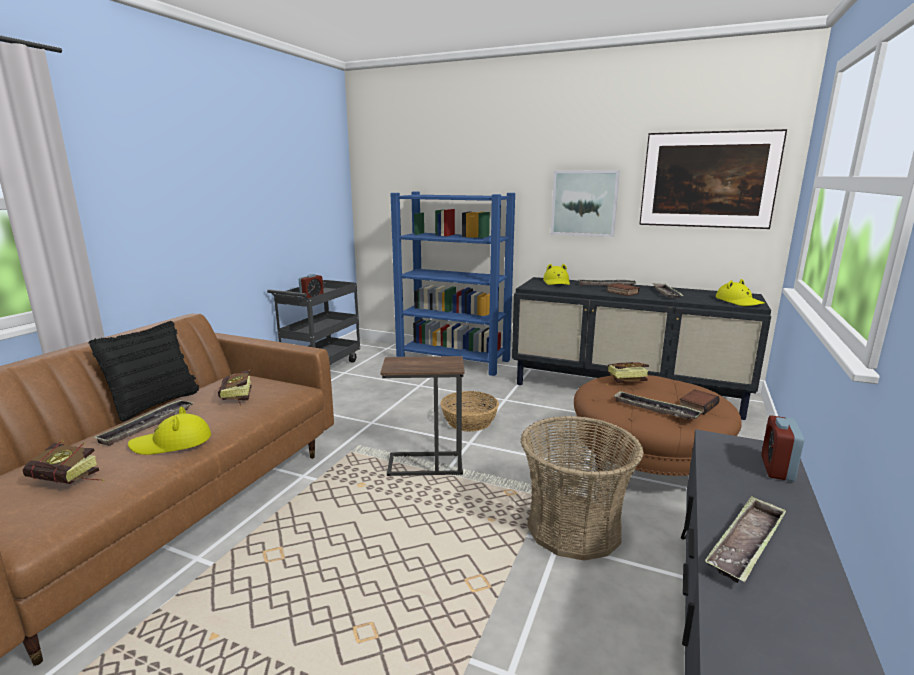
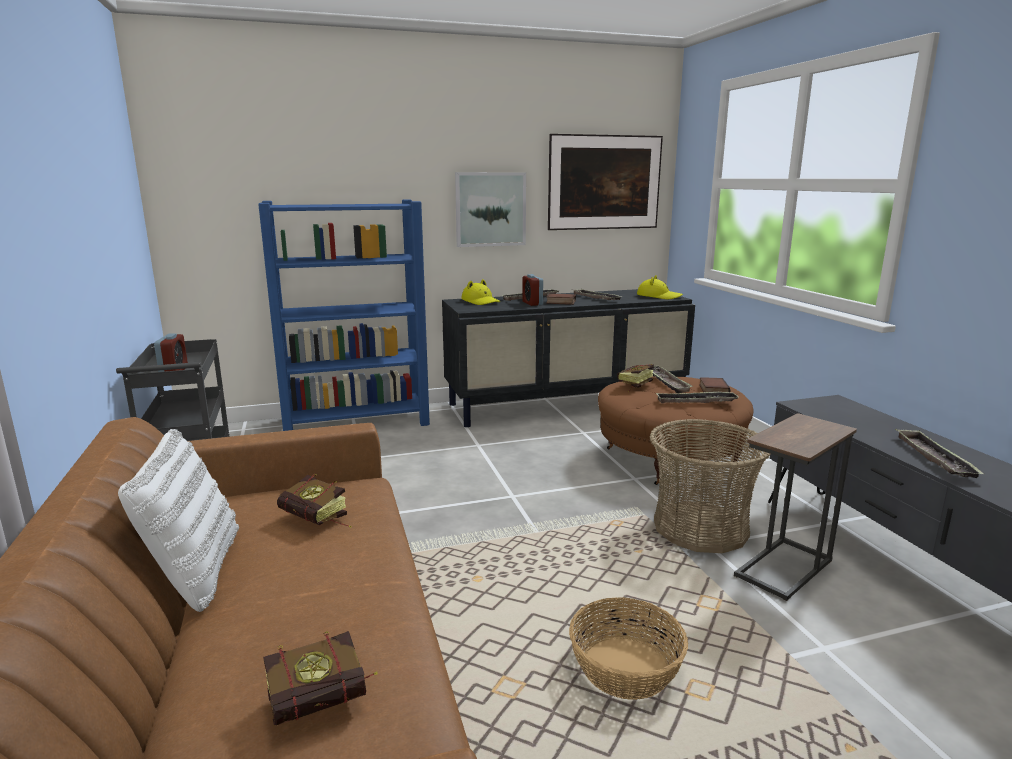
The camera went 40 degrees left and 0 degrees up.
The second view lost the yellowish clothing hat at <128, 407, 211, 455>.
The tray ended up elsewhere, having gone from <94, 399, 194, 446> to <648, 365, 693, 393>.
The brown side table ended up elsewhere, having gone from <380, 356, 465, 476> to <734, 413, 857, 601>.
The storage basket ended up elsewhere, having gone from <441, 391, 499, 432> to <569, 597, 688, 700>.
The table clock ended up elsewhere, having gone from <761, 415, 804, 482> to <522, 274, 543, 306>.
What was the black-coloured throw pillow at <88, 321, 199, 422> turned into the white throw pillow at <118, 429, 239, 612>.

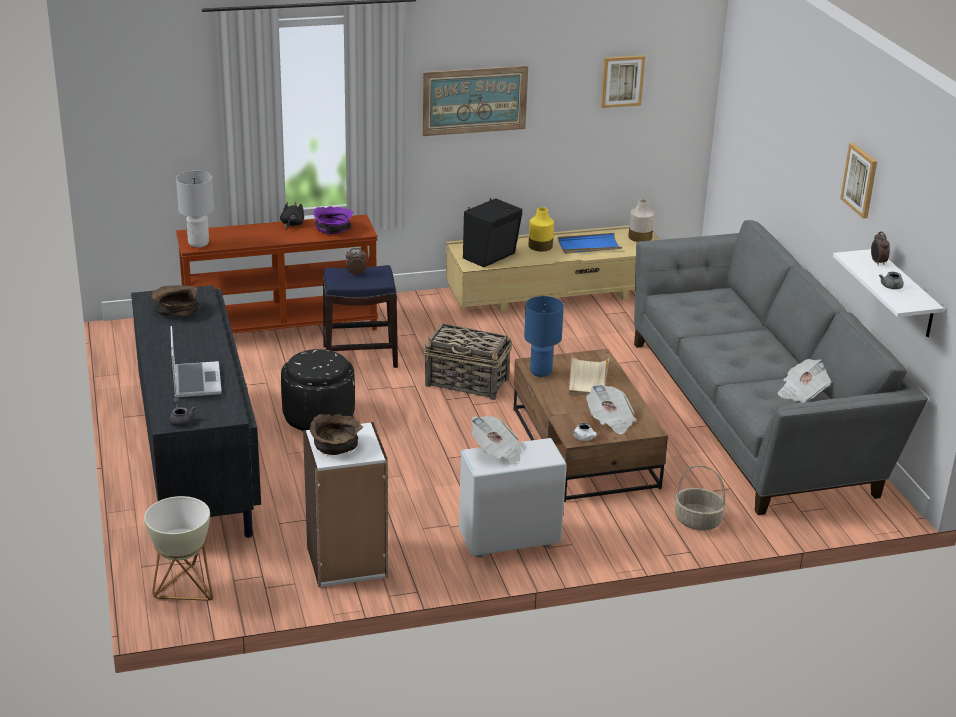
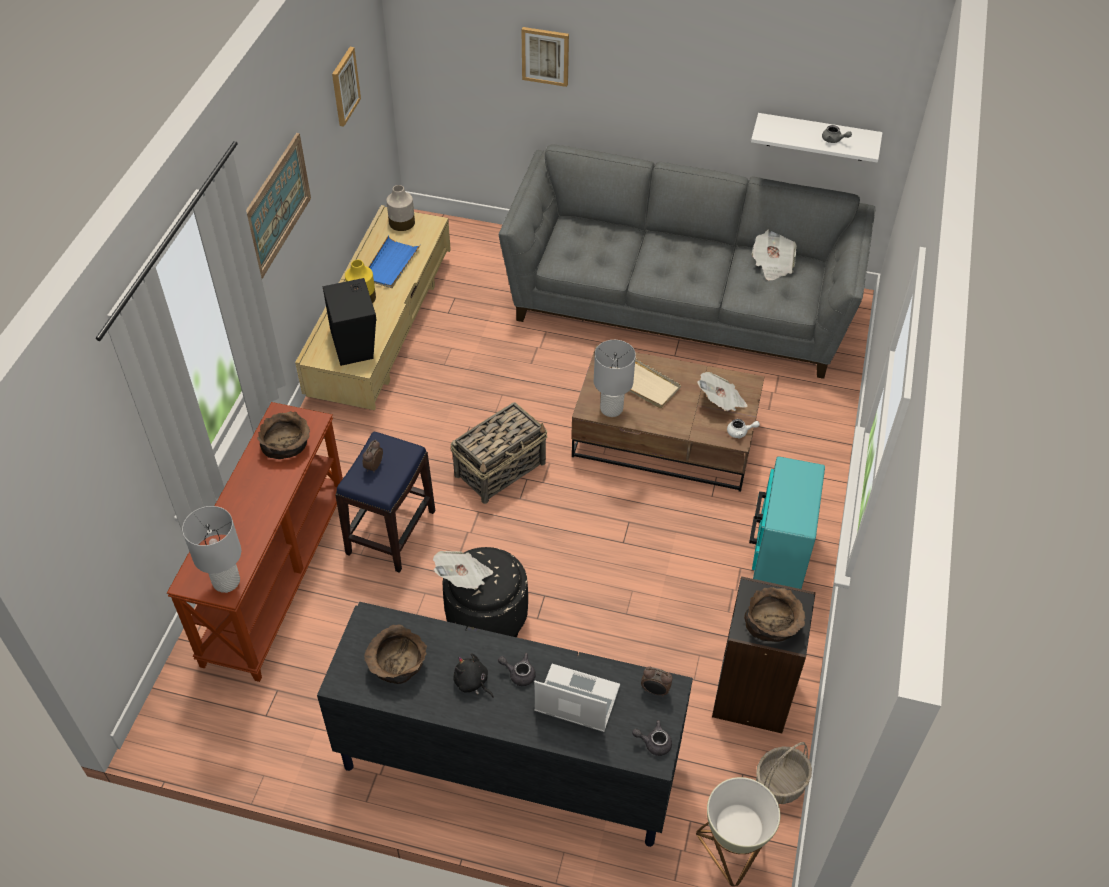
The camera went 60 degrees left and 20 degrees up.
The second view gained the greyish teapot at <498, 653, 536, 686>.
The black-coloured plush toy ended up elsewhere, having gone from <280, 202, 304, 231> to <454, 653, 494, 698>.
The printed paper ended up elsewhere, having gone from <471, 416, 523, 464> to <433, 551, 493, 589>.
The storage basket ended up elsewhere, having gone from <675, 465, 726, 531> to <756, 742, 812, 804>.
The wall picture ended up elsewhere, having gone from <840, 143, 877, 219> to <521, 27, 569, 87>.
The table clock ended up elsewhere, having gone from <871, 231, 890, 266> to <641, 667, 673, 697>.
What was the white bookcase at <303, 422, 388, 587> turned into the black-coloured bookcase at <712, 576, 816, 733>.
What was the purple serving bowl at <313, 206, 354, 234> turned into the brown serving bowl at <258, 411, 310, 459>.
What was the white bedside table at <459, 438, 567, 558> turned into the blue-green bedside table at <749, 456, 825, 589>.
What was the blue-coloured lamp for a table at <524, 296, 564, 377> turned into the greyish lamp for a table at <594, 340, 636, 417>.

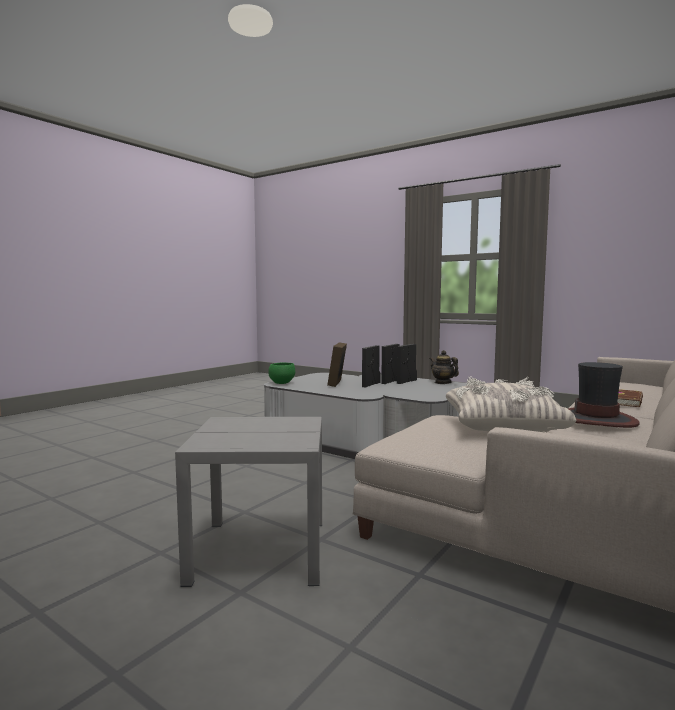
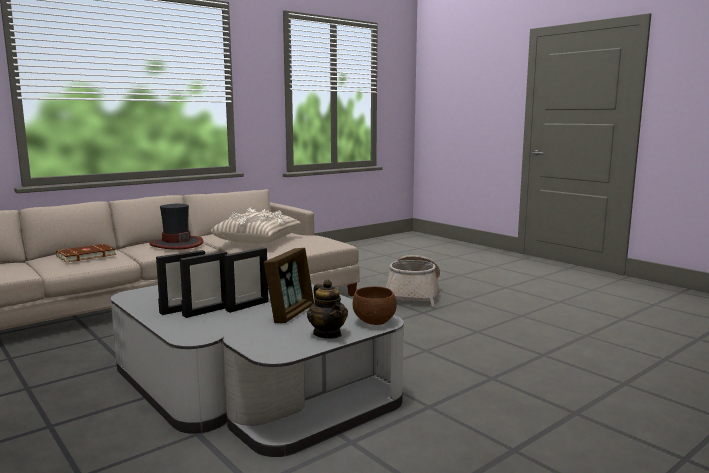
The camera went 165 degrees left and 5 degrees up.
The teapot ended up elsewhere, having gone from <430, 350, 459, 384> to <307, 279, 348, 339>.
Where the greyish side table stood at <175, 417, 322, 587>, the storage basket came to stand at <386, 255, 440, 307>.
What was the green serving bowl at <268, 362, 295, 384> turned into the brown serving bowl at <353, 286, 397, 325>.

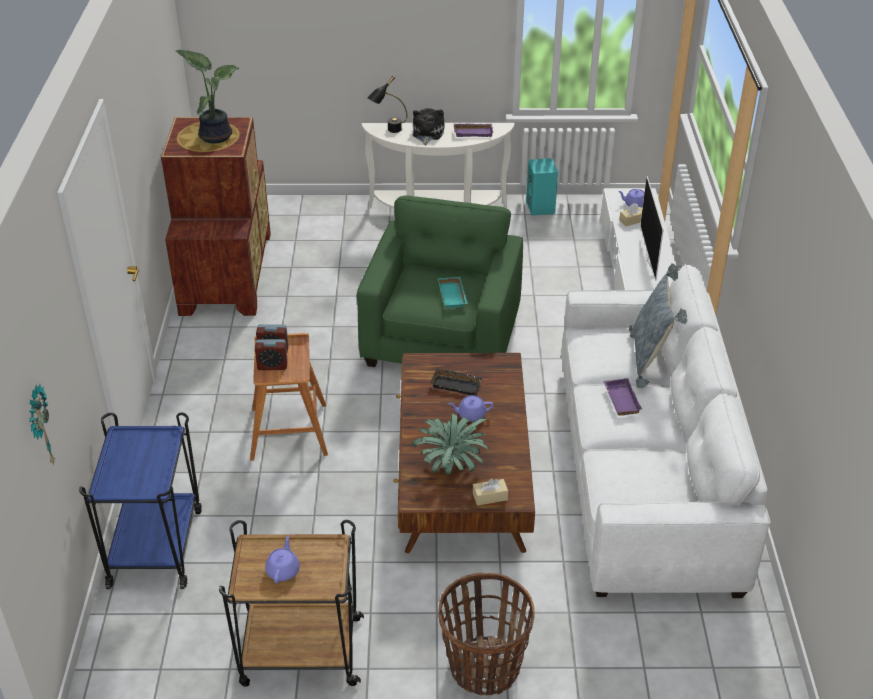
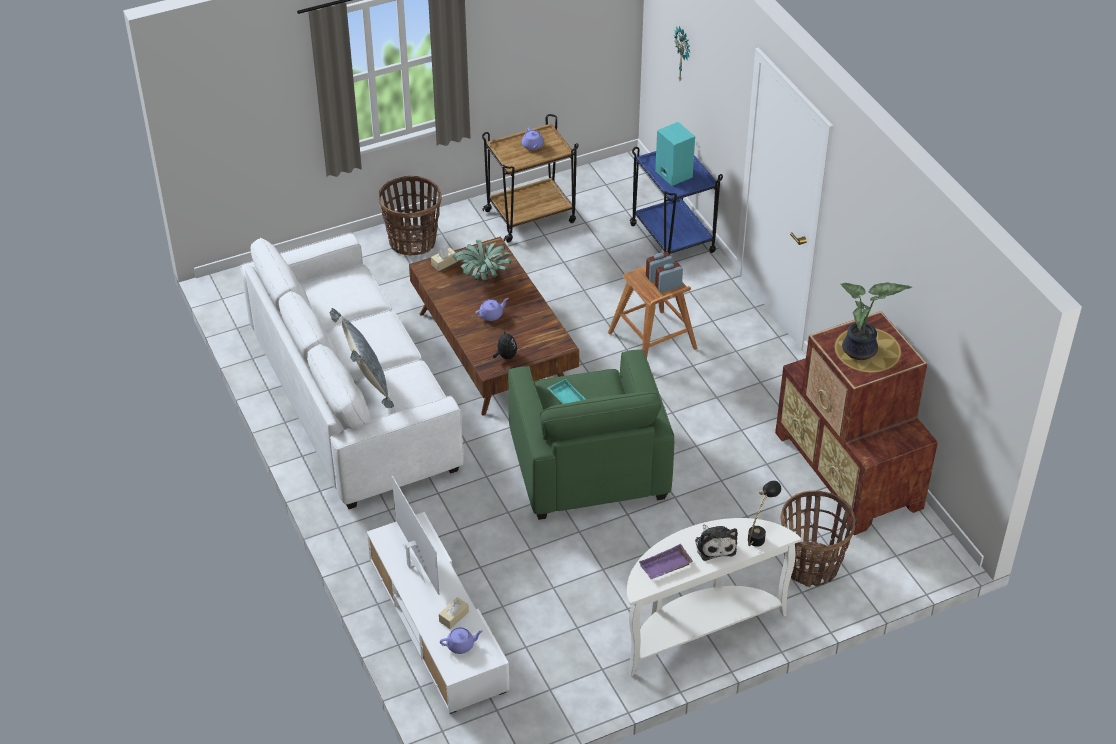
The camera went 155 degrees right and 5 degrees up.
The second view lost the black-coloured tray at <430, 368, 483, 396>.
The second view lost the purple tray at <603, 378, 642, 416>.
The second view gained the plush toy at <493, 328, 517, 359>.
The second view gained the storage basket at <781, 491, 856, 587>.
The blue-green loudspeaker ended up elsewhere, having gone from <526, 158, 558, 216> to <655, 122, 695, 186>.

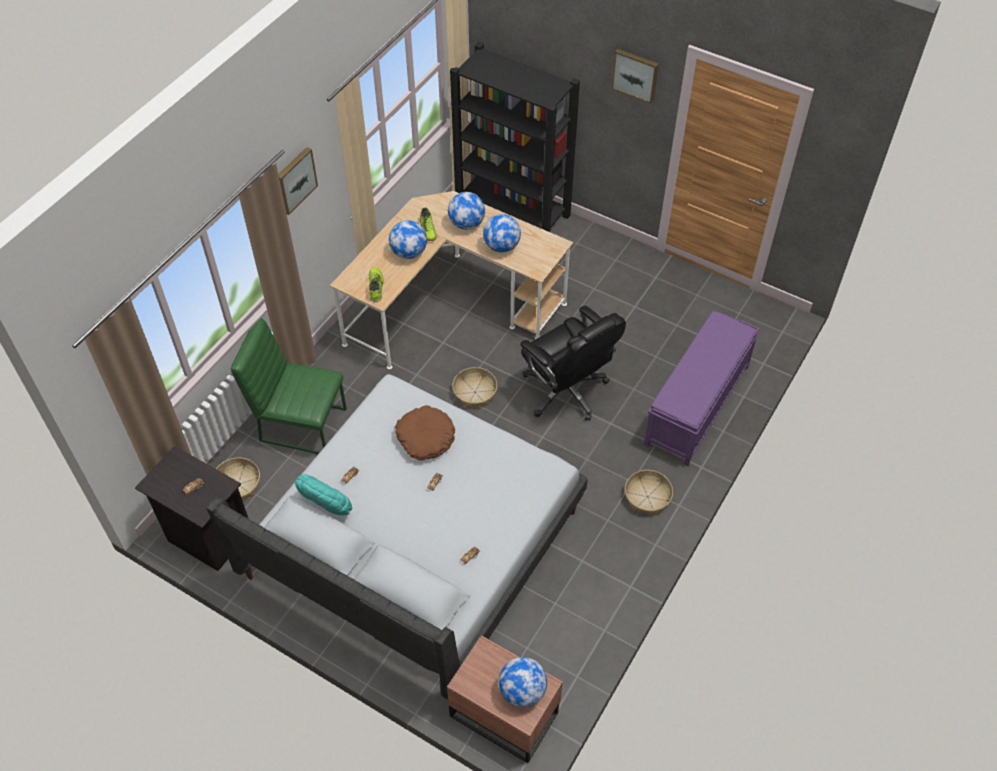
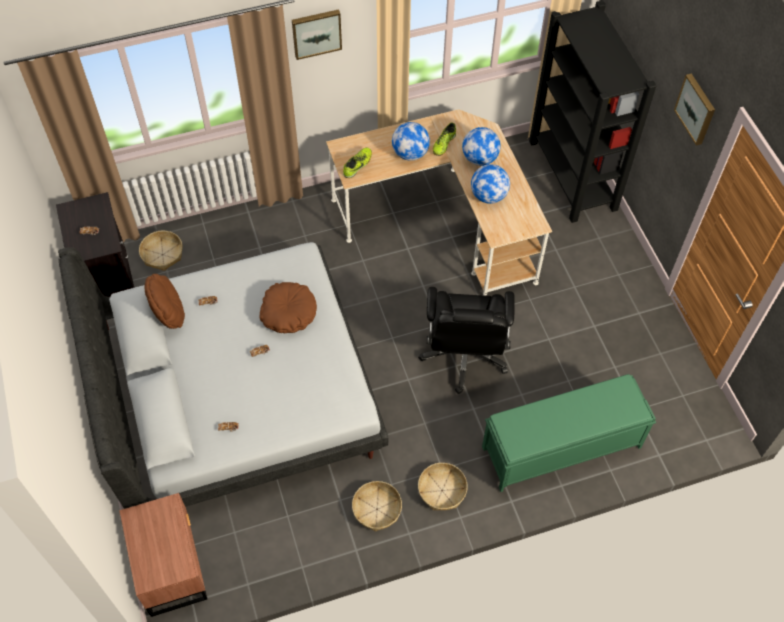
The camera went 40 degrees right and 5 degrees up.
The second view lost the green chair at <231, 318, 347, 454>.
The second view lost the world globe at <499, 657, 547, 707>.
The storage basket ended up elsewhere, having gone from <452, 367, 497, 408> to <352, 481, 402, 531>.
What was the blue-green throw pillow at <295, 474, 352, 515> turned into the brown throw pillow at <145, 274, 185, 329>.
What was the purple long seat at <644, 311, 760, 466> turned into the green long seat at <482, 374, 656, 492>.

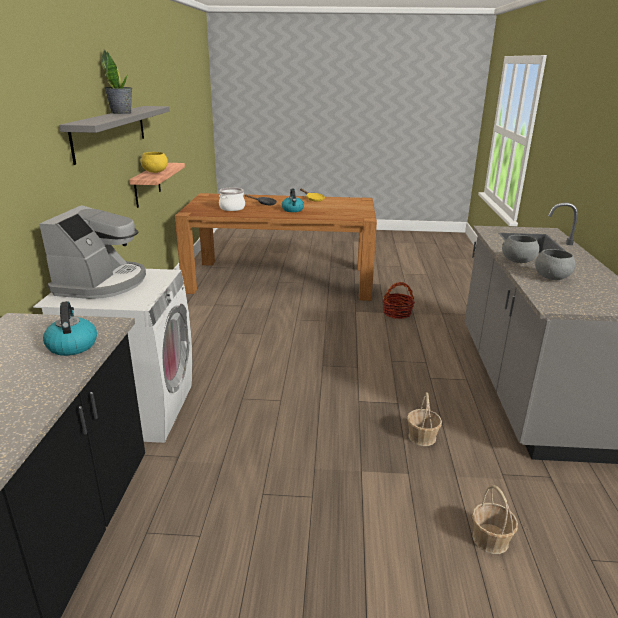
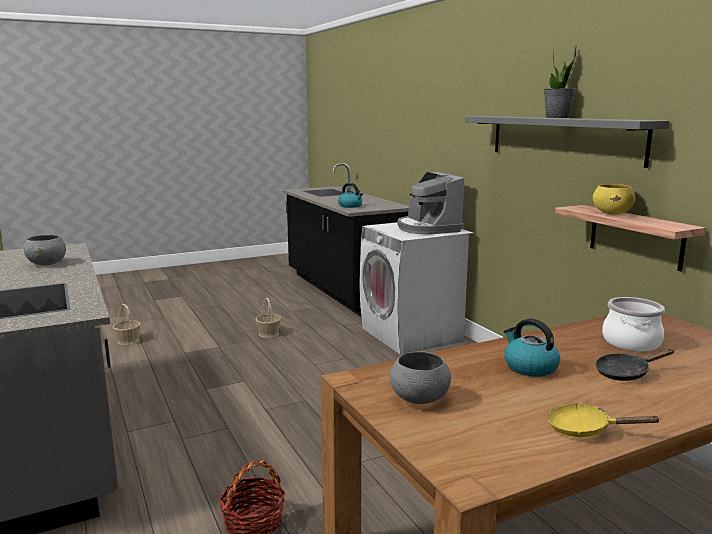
The camera went 150 degrees right and 10 degrees down.
The storage basket ended up elsewhere, having gone from <407, 392, 442, 446> to <256, 298, 281, 338>.
The greyish serving bowl ended up elsewhere, having gone from <502, 235, 539, 263> to <390, 351, 451, 404>.

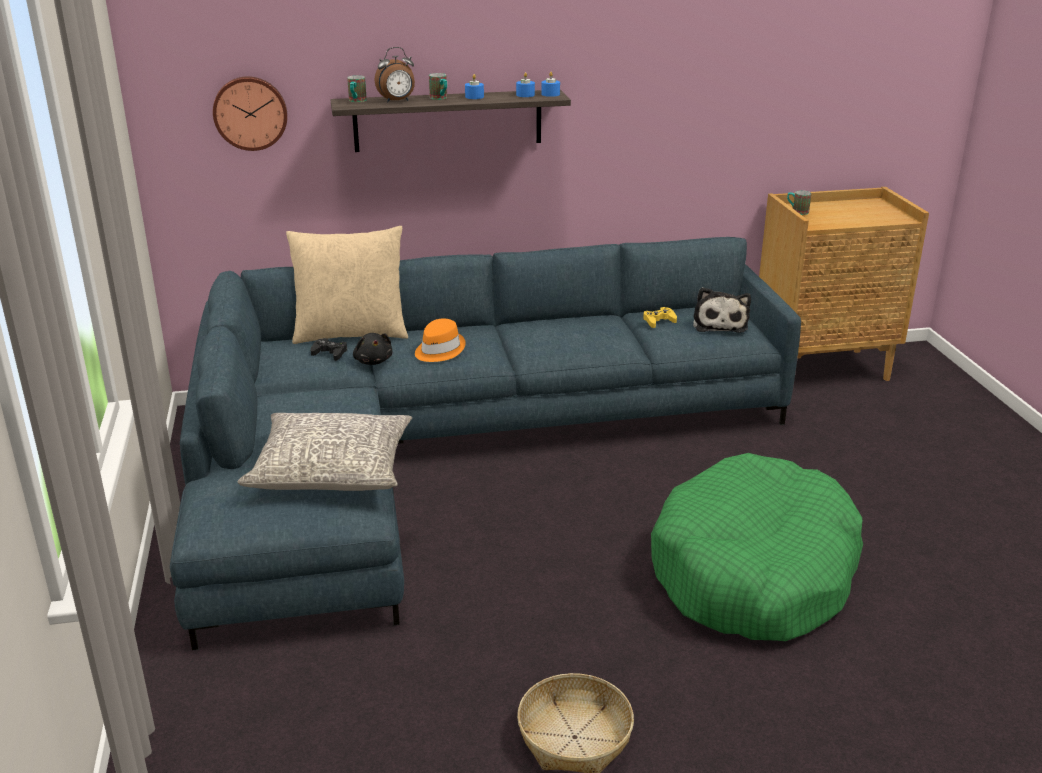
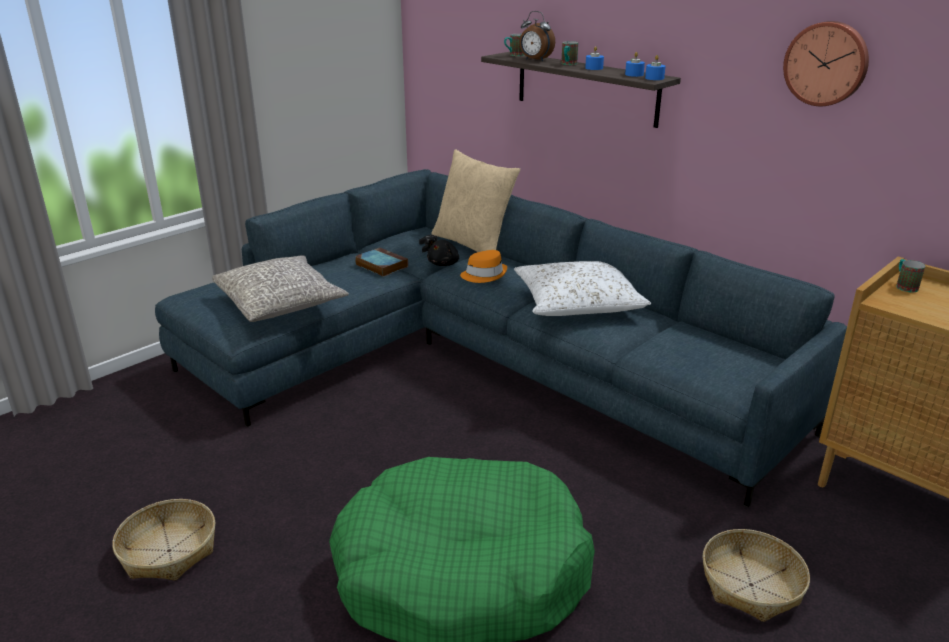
The camera went 55 degrees right and 0 degrees up.
The second view lost the yellowish joypad at <643, 307, 677, 328>.
The second view lost the plush toy at <693, 287, 751, 333>.
The second view gained the bound book at <355, 247, 408, 277>.
The second view gained the white throw pillow at <514, 261, 651, 316>.
The second view gained the storage basket at <702, 529, 810, 622>.
The hanging clock ended up elsewhere, having gone from <213, 76, 287, 151> to <783, 21, 869, 106>.

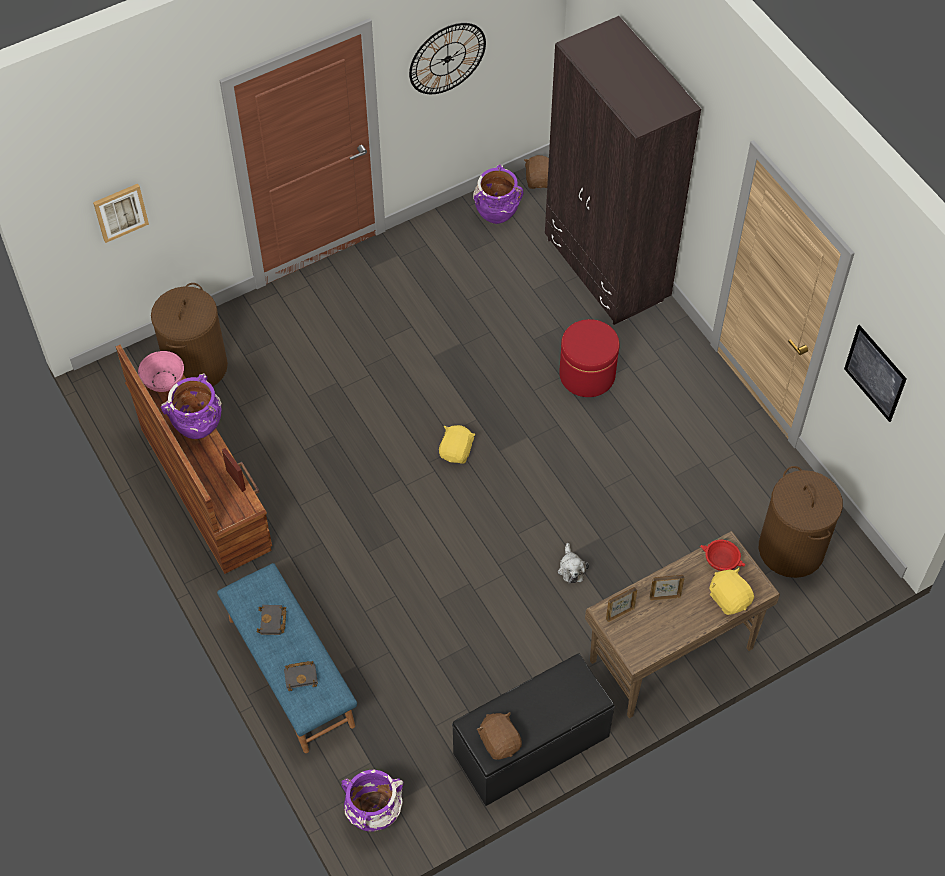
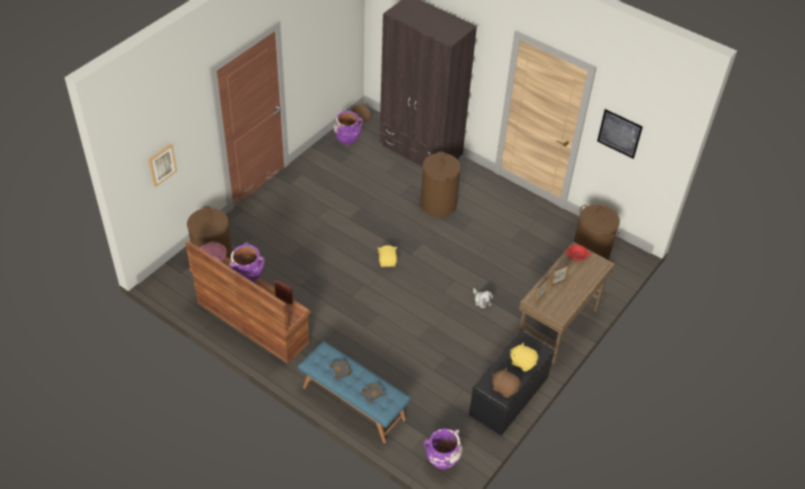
The camera went 25 degrees left and 10 degrees down.
The second view lost the hanging clock at <409, 23, 486, 94>.
The yellowish plush toy ended up elsewhere, having gone from <710, 567, 754, 615> to <510, 342, 538, 372>.
Where the red-coloured pouffe stood at <559, 319, 619, 397>, the brown laundry basket came to stand at <420, 151, 461, 217>.

